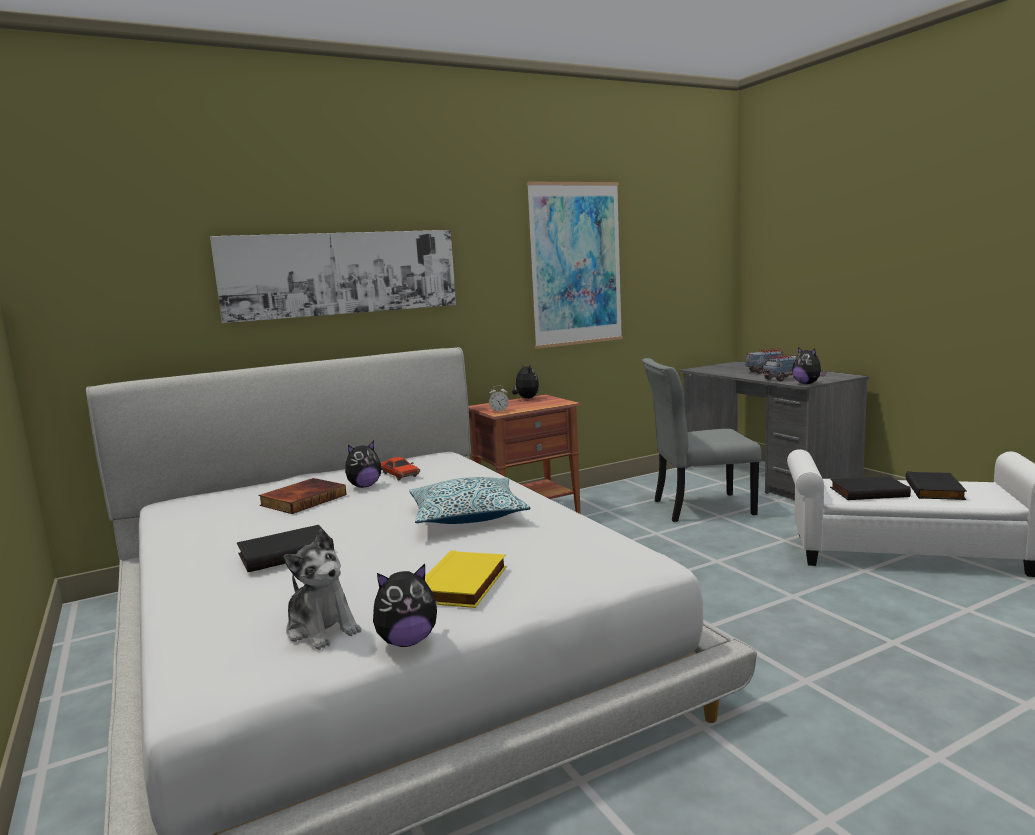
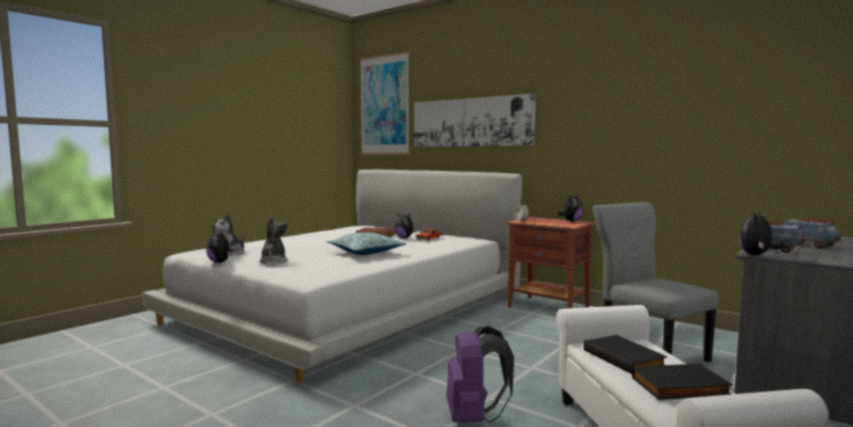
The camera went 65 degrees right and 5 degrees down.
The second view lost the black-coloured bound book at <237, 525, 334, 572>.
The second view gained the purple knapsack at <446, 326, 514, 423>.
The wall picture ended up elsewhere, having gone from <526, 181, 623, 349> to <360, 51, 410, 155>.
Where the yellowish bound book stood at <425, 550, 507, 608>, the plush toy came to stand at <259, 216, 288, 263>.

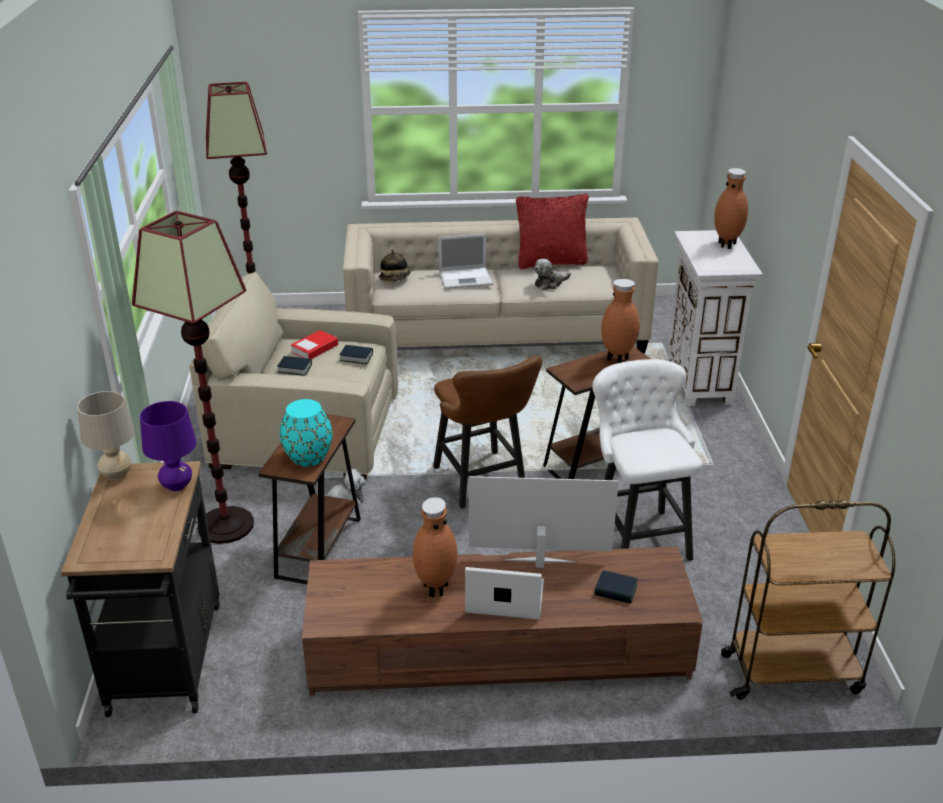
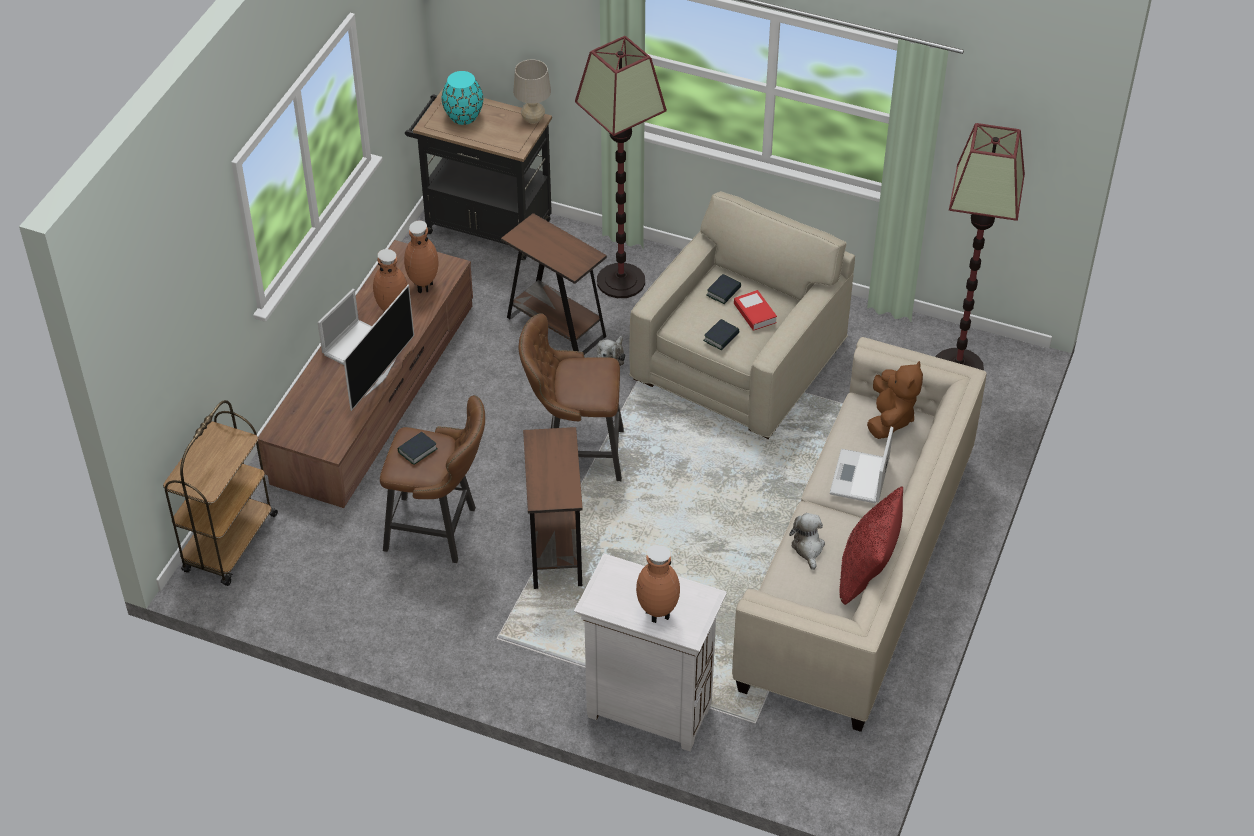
The camera went 115 degrees right and 15 degrees up.
The second view lost the purple lamp for a table at <140, 401, 196, 491>.
The blue-green flower vase ended up elsewhere, having gone from <280, 399, 333, 467> to <442, 71, 483, 125>.
The bound book ended up elsewhere, having gone from <595, 570, 638, 604> to <398, 432, 438, 465>.
The brown flower vase ended up elsewhere, having gone from <601, 279, 640, 363> to <404, 220, 438, 293>.
Where the clothing hat stood at <379, 250, 411, 282>, the brown plush toy came to stand at <867, 361, 923, 439>.
What was the white stool seat at <592, 359, 702, 561> turned into the brown stool seat at <380, 395, 485, 563>.

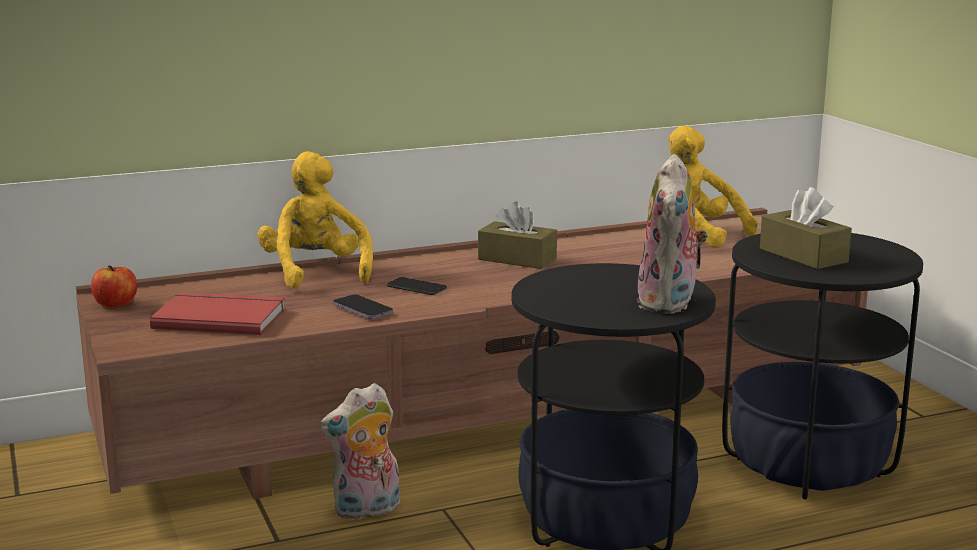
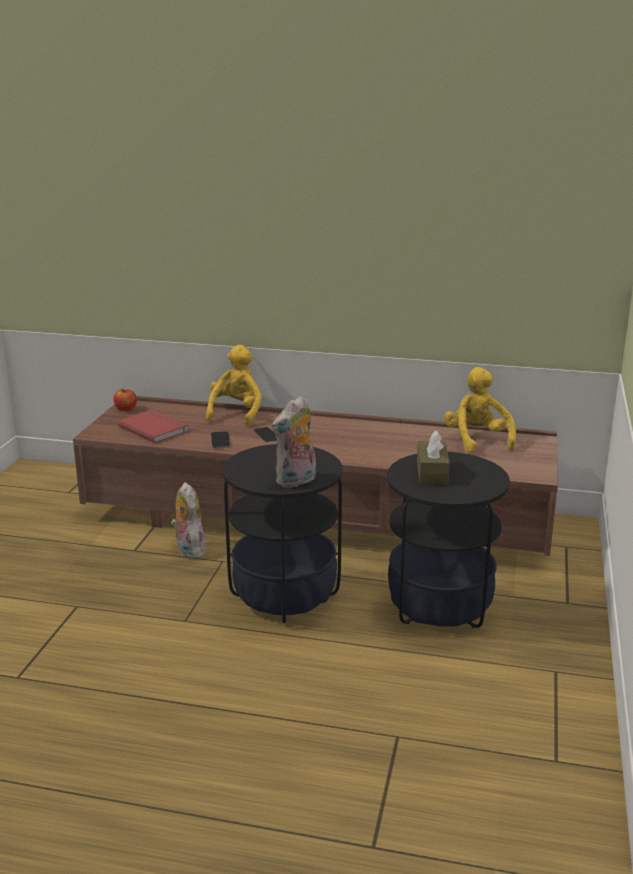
The camera went 35 degrees right and 5 degrees up.
The second view lost the brown box of tissues at <478, 201, 557, 269>.
The plush toy at <320, 383, 400, 520> ended up facing another way, 60 degrees clockwise from before.

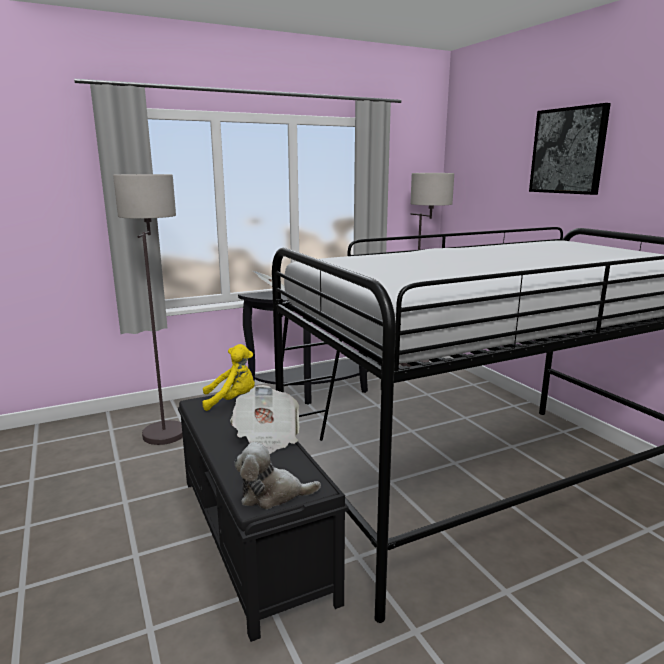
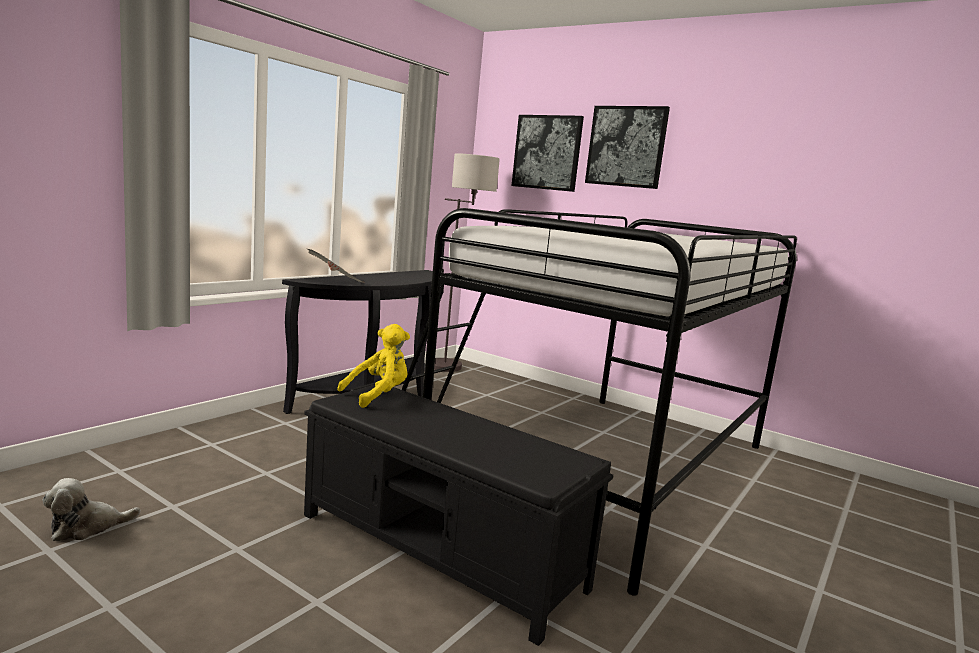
The camera went 30 degrees left and 5 degrees down.
The second view lost the greyish standard lamp at <113, 174, 183, 445>.
The second view lost the printed paper at <230, 385, 300, 454>.
The second view gained the wall picture at <512, 115, 584, 192>.
The plush toy ended up elsewhere, having gone from <235, 442, 321, 509> to <43, 478, 141, 541>.

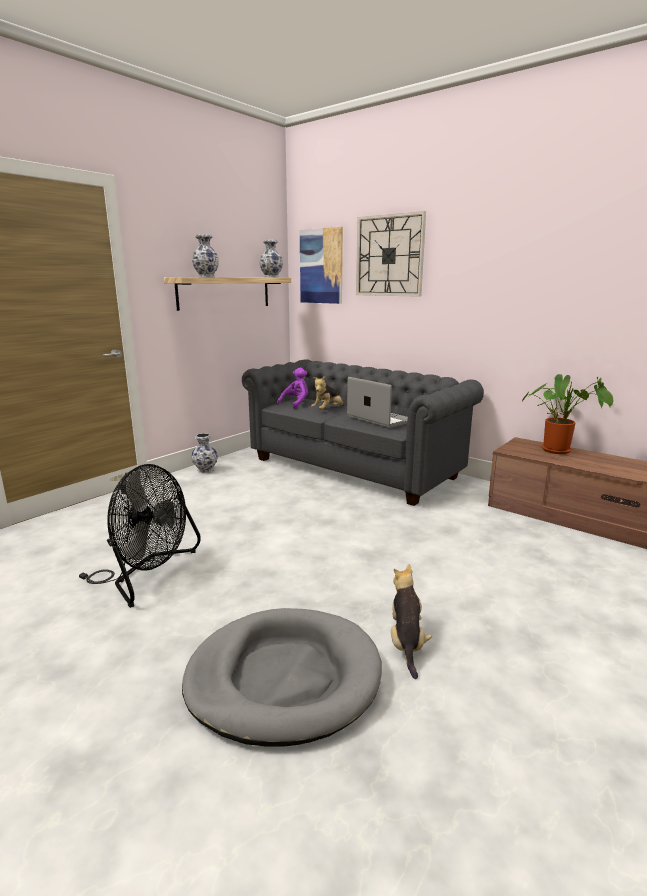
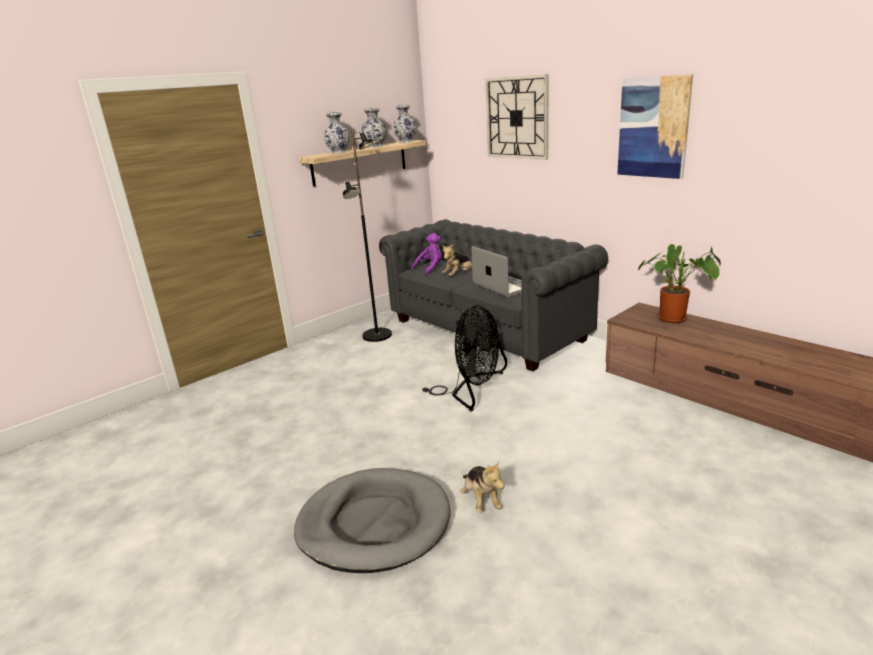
The camera went 10 degrees right and 5 degrees up.
The second view gained the black-coloured standard lamp at <343, 131, 392, 342>.
The black-coloured fan ended up elsewhere, having gone from <79, 464, 201, 608> to <423, 305, 507, 412>.
The flower vase ended up elsewhere, having gone from <191, 433, 218, 473> to <362, 108, 387, 148>.
The wall picture ended up elsewhere, having gone from <300, 227, 343, 304> to <617, 74, 693, 179>.
The plush toy at <391, 564, 432, 679> ended up facing another way, 150 degrees clockwise from before.

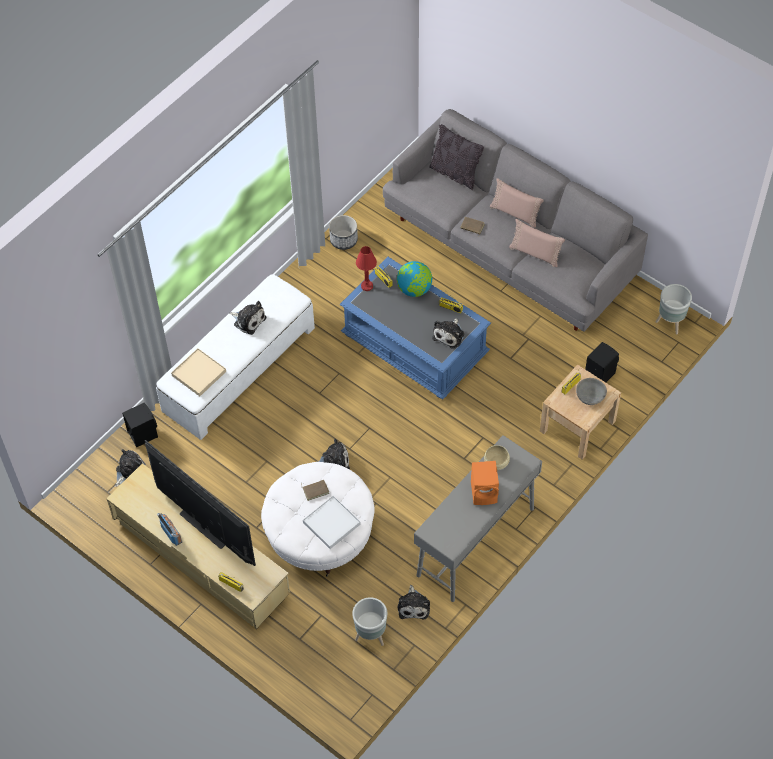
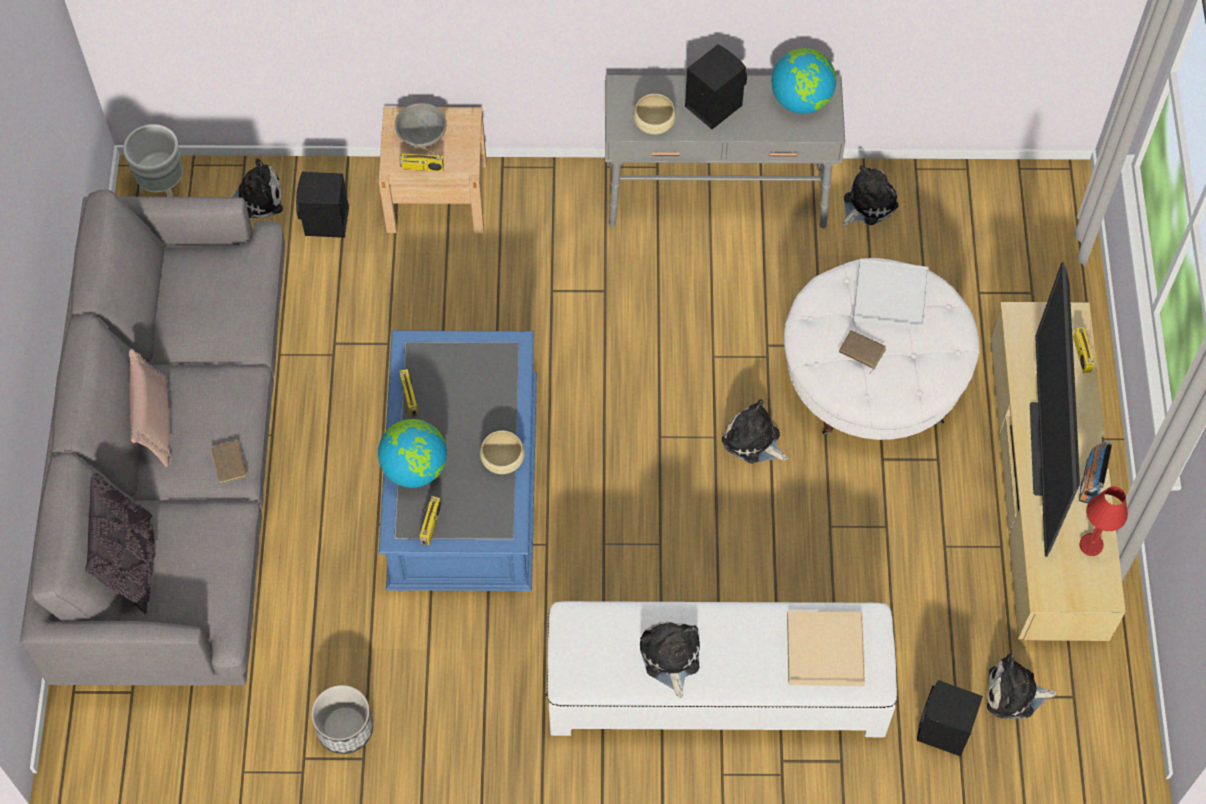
The camera went 130 degrees left and 5 degrees up.
The second view lost the greyish flower pot at <352, 597, 387, 646>.
The second view lost the beige throw pillow at <509, 219, 565, 267>.
The second view gained the beige serving bowl at <480, 431, 525, 474>.
The second view gained the world globe at <771, 48, 836, 114>.
The red-coloured lamp for a table ended up elsewhere, having gone from <356, 246, 377, 291> to <1079, 486, 1128, 556>.
The plush toy ended up elsewhere, having gone from <432, 318, 464, 349> to <232, 158, 283, 218>.
What was the orange-coloured loudspeaker at <471, 461, 499, 505> turned into the black-coloured loudspeaker at <685, 44, 747, 129>.

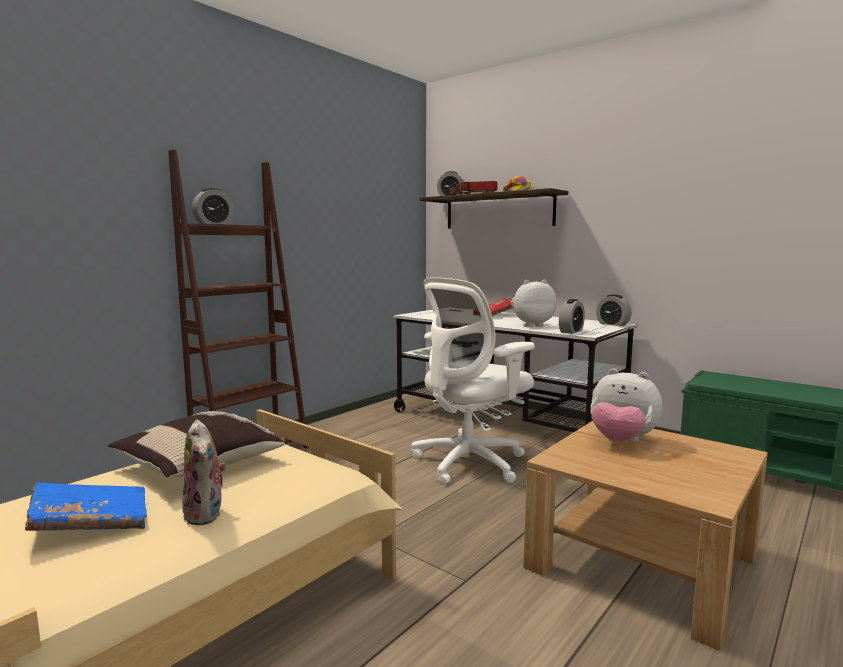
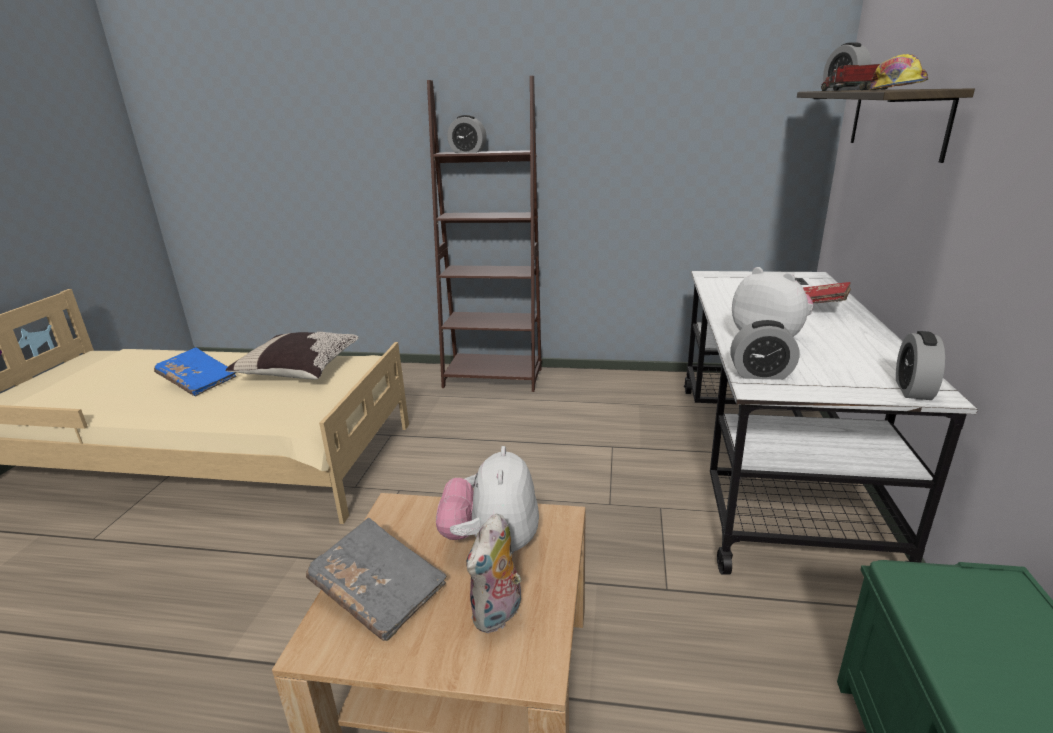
The camera went 60 degrees right and 15 degrees up.
The second view lost the white office chair at <411, 277, 535, 485>.
The second view gained the greyish bound book at <306, 518, 447, 641>.
The plush toy ended up elsewhere, having gone from <182, 420, 227, 525> to <466, 514, 521, 633>.

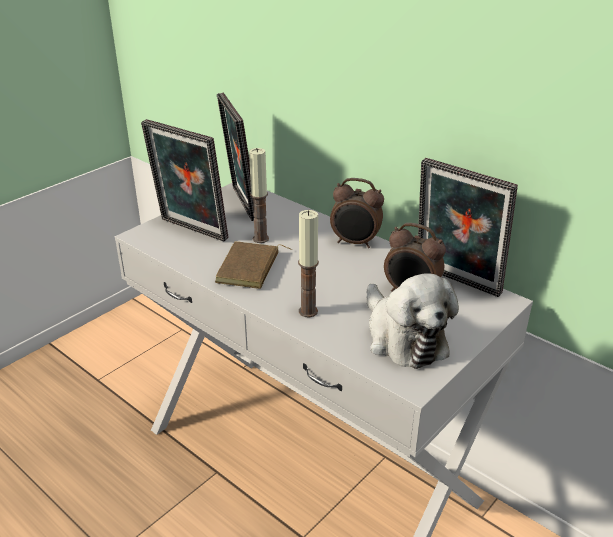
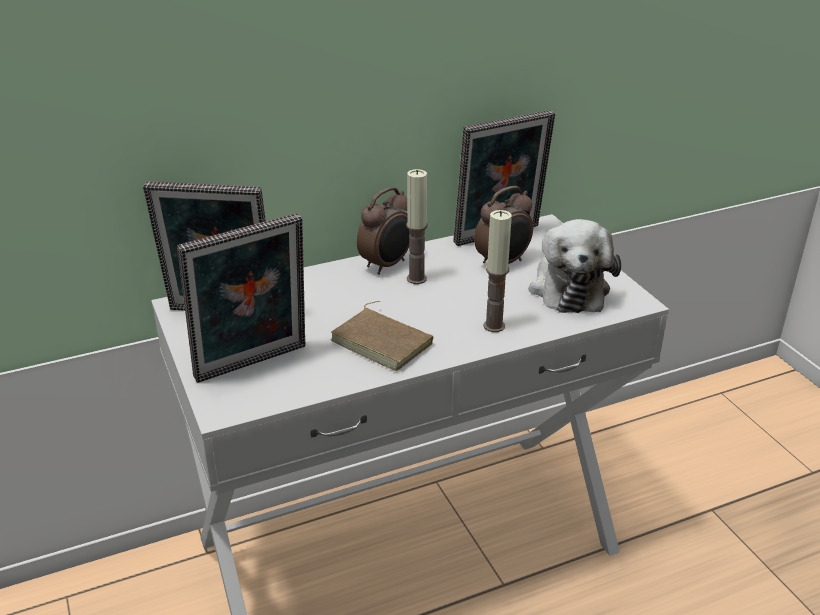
The camera went 65 degrees left and 0 degrees up.
The candle ended up elsewhere, having gone from <249, 148, 269, 243> to <406, 169, 428, 284>.
The plush toy at <366, 273, 459, 369> ended up facing another way, 90 degrees clockwise from before.

